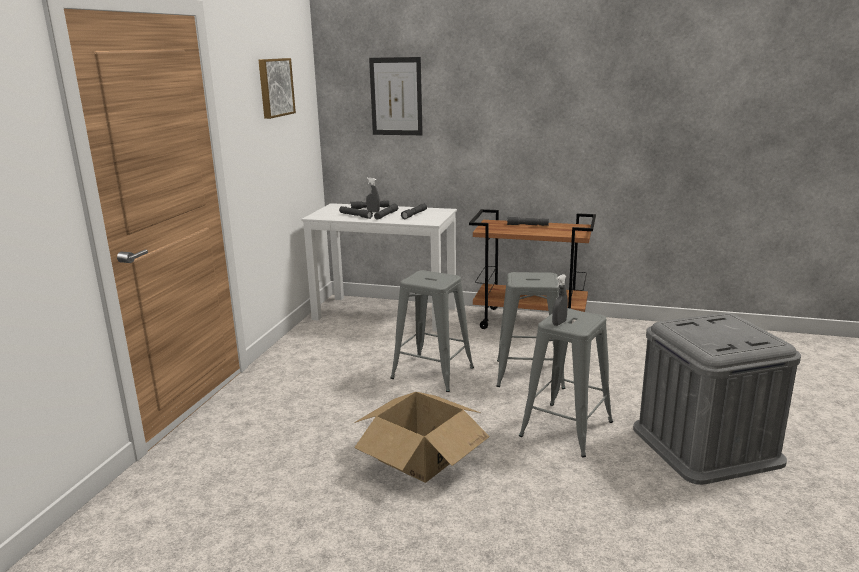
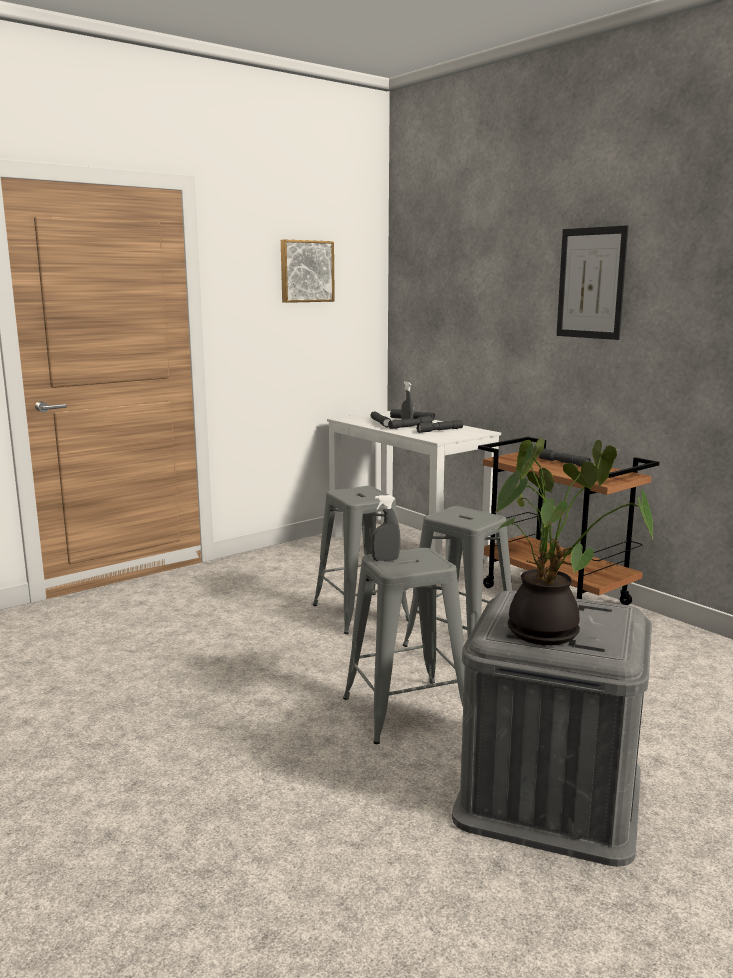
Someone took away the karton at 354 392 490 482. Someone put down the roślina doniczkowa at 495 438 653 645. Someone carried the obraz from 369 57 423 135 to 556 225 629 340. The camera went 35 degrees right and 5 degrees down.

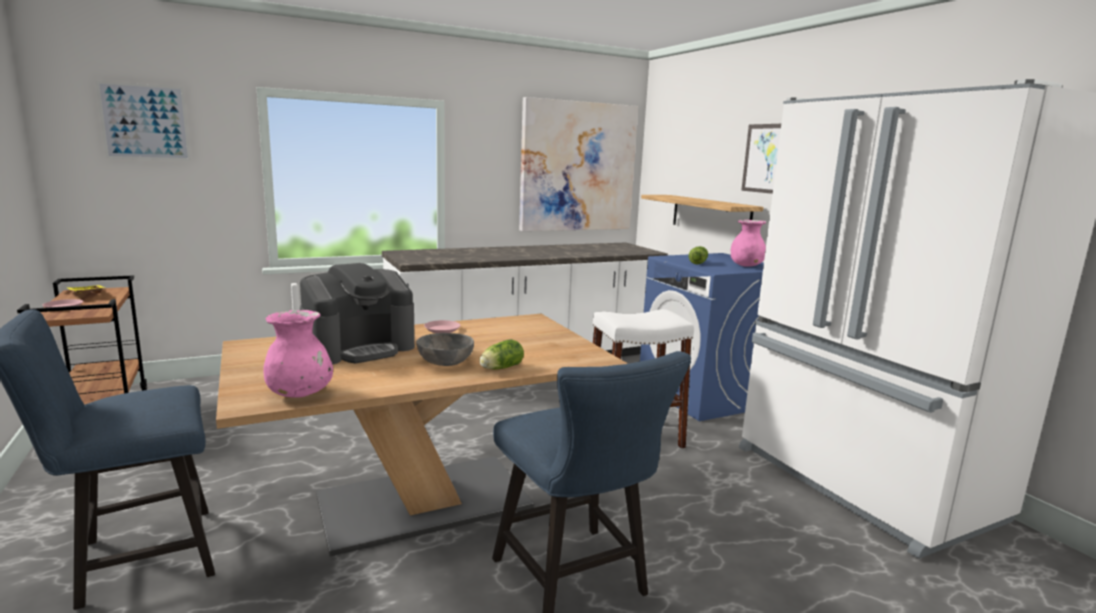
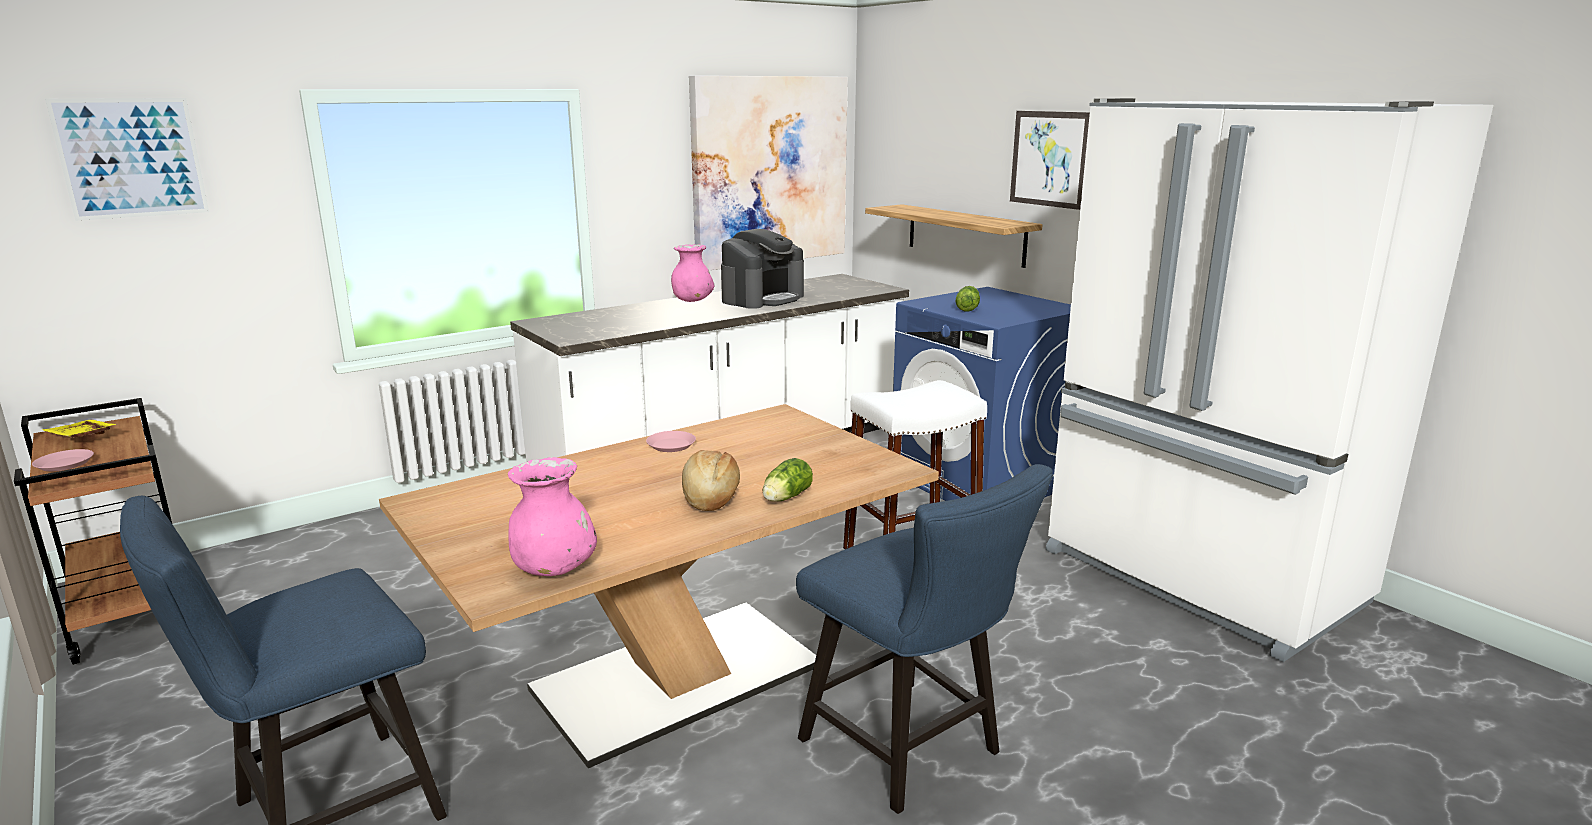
Someone carried the ekspres do kawy from 300 263 415 365 to 721 229 804 309. Someone carried the wazon (różowy) from 731 220 766 267 to 671 244 714 302. Someone swapped the miska (szary) at 416 333 474 366 for the chleb at 682 450 740 511. The camera went 10 degrees left and 5 degrees up.

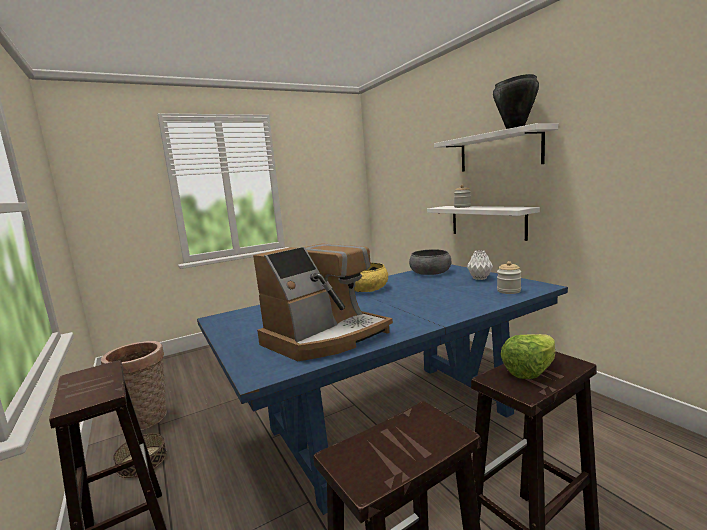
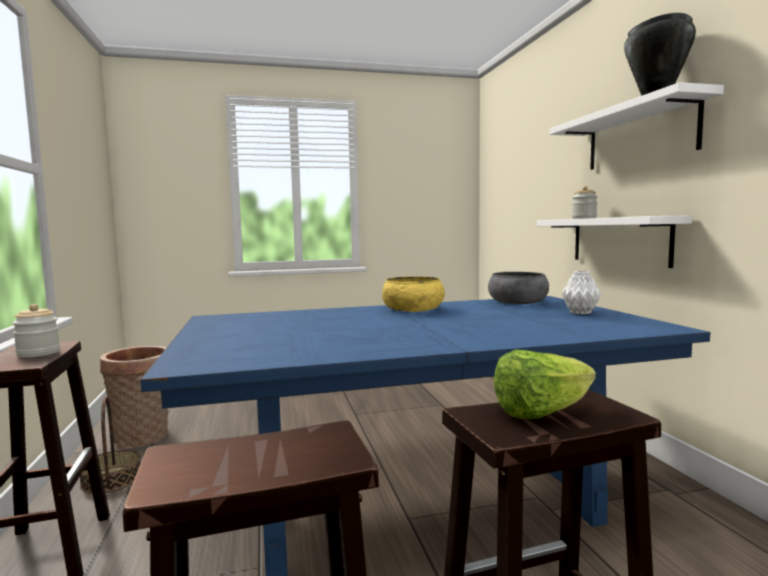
Someone took away the ekspres do kawy at 253 243 393 361. Someone carried the słoik from 497 261 521 294 to 12 304 60 357. The camera went 15 degrees right and 5 degrees down.

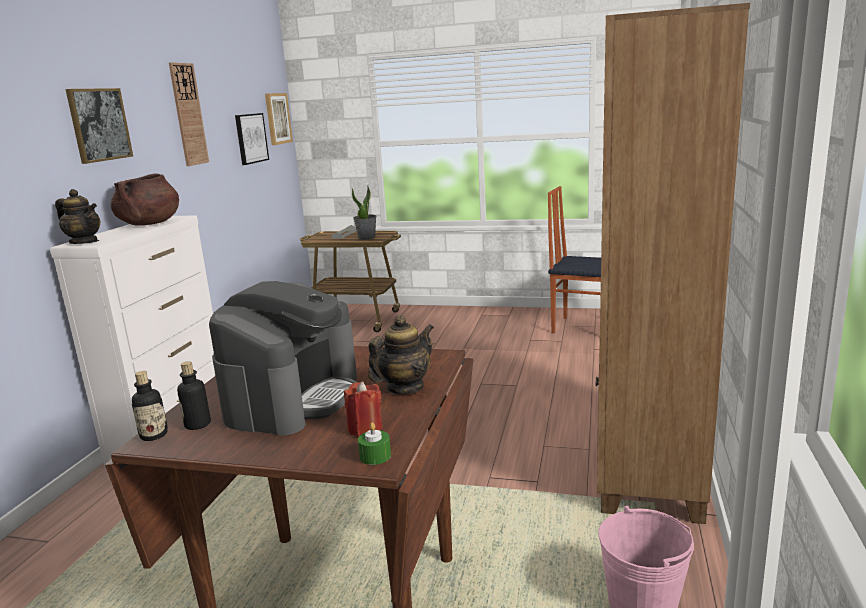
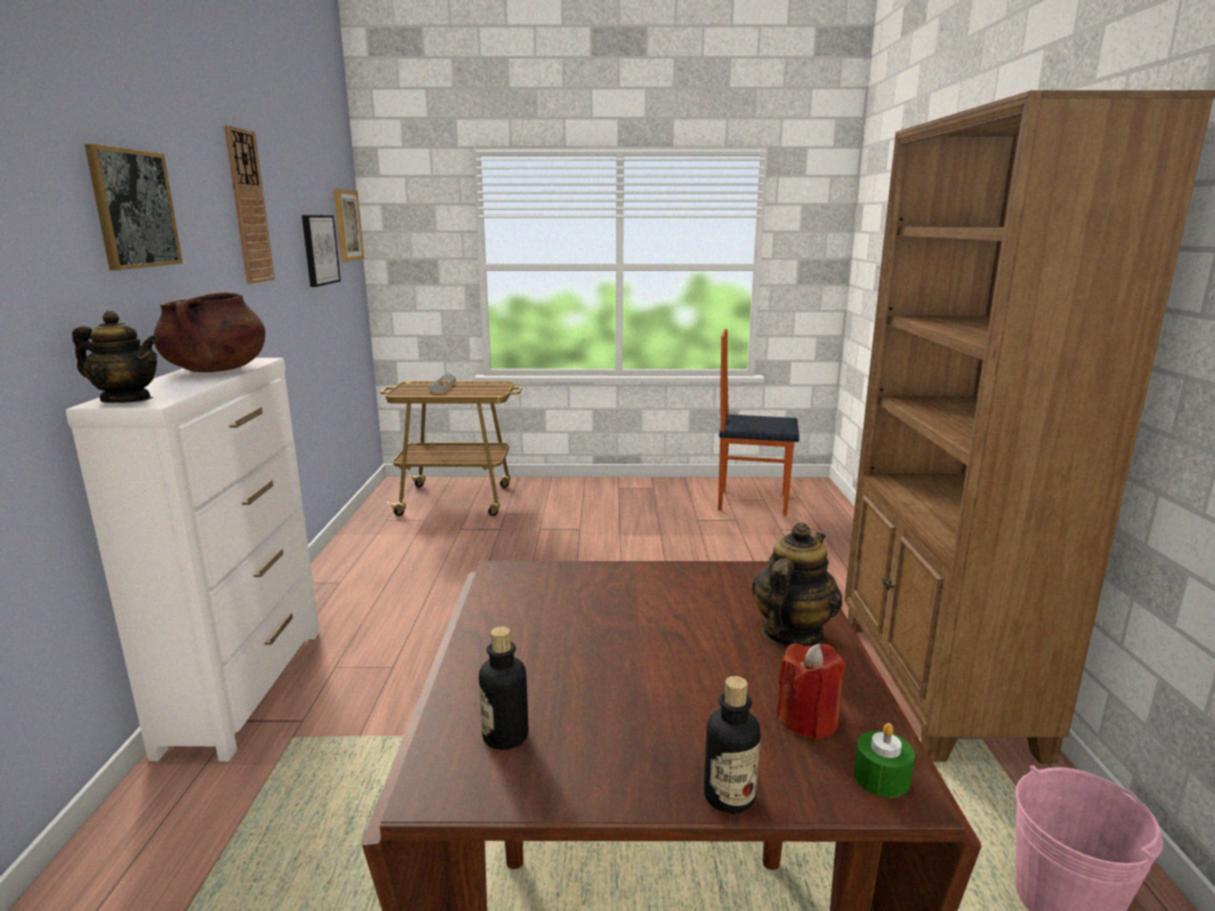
Someone took away the ekspres do kawy at 209 281 358 436. Someone took away the roślina doniczkowa at 352 186 377 240. Someone carried the butelka from 132 371 168 441 to 704 676 761 814. The camera went 15 degrees left and 0 degrees up.

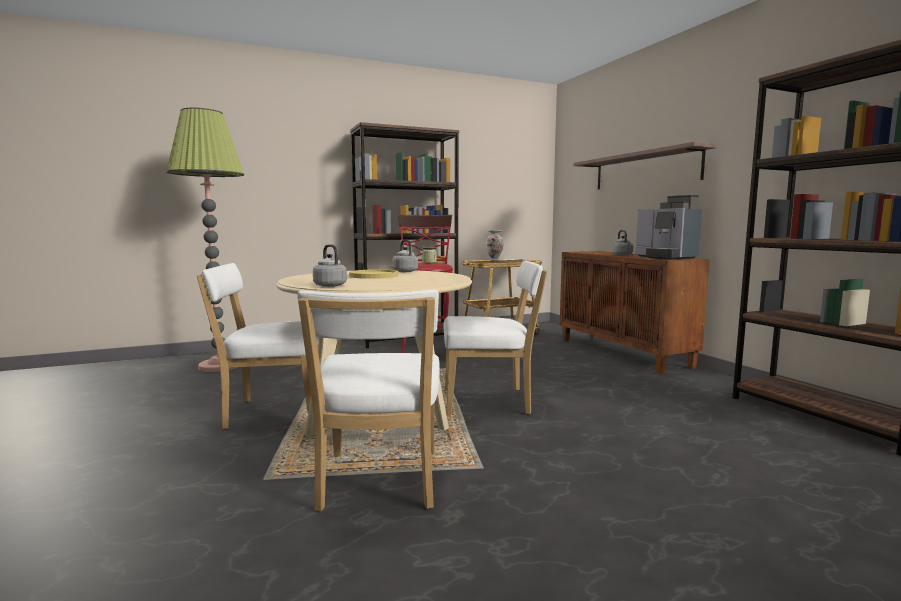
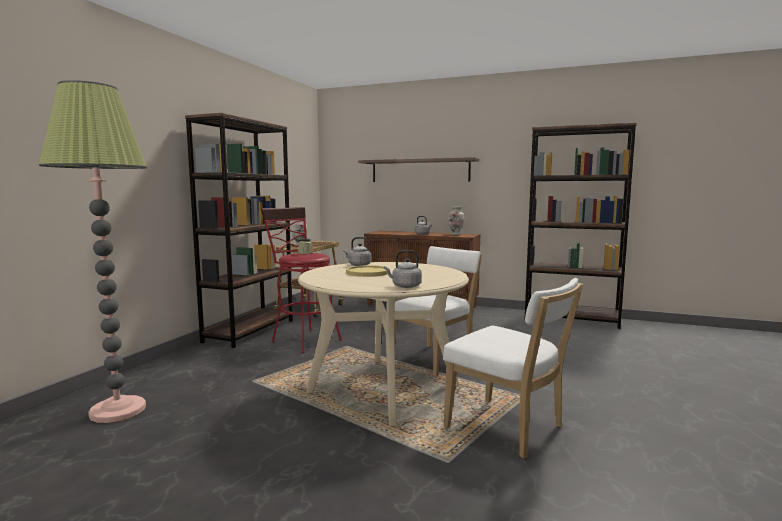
Someone took away the krzesło (biały) at 196 263 319 429. Someone swapped the ekspres do kawy at 635 195 702 260 for the wazon at 448 206 464 235. The camera went 45 degrees left and 0 degrees up.

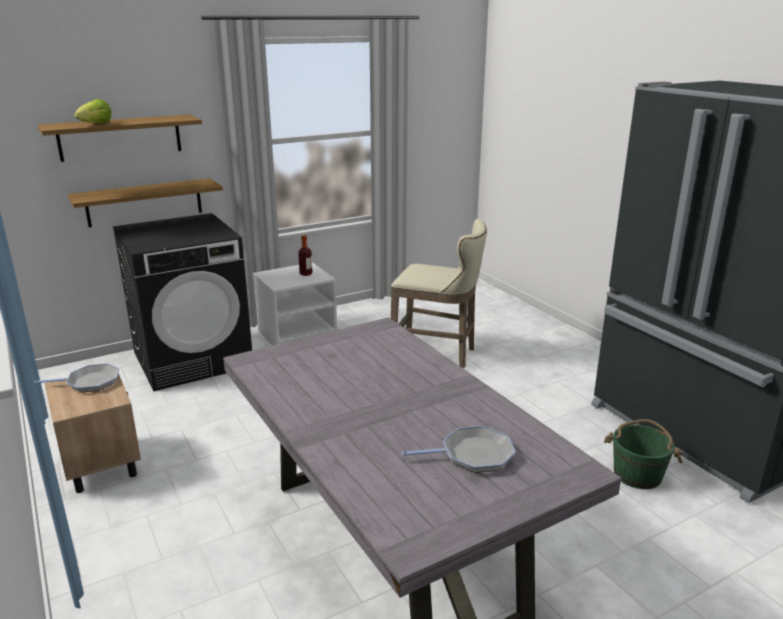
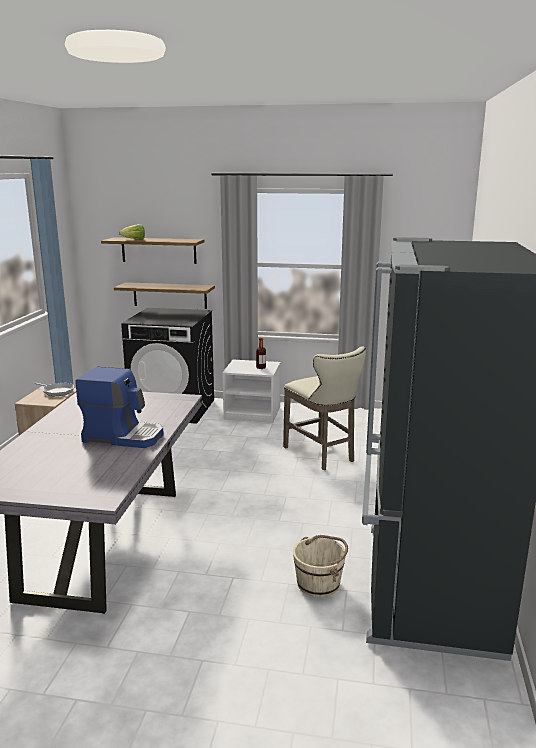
Someone took away the patelnia at 402 426 516 473. Someone put down the ekspres do kawy at 75 367 164 448. Someone repainted the wiadro (zielony) at 604 419 682 489, which became the wiadro (beżowy) at 293 535 348 597. The camera went 40 degrees right and 5 degrees down.

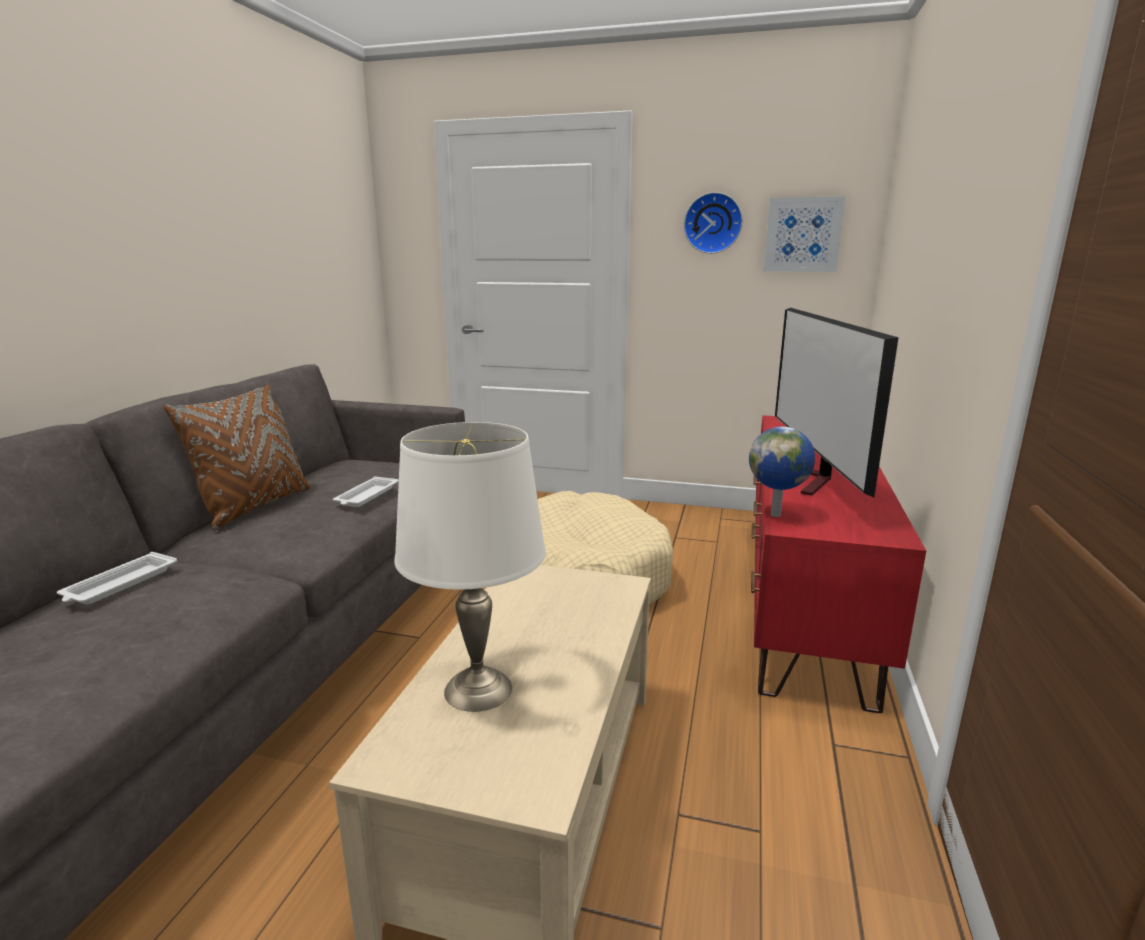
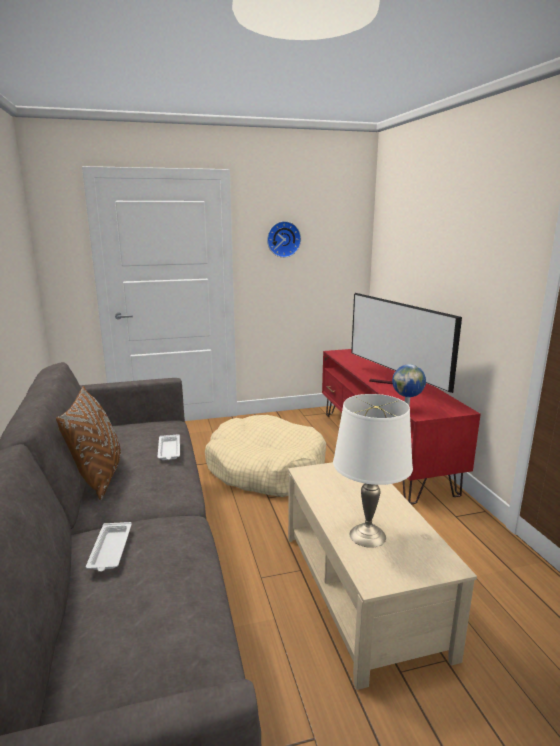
Someone took away the obraz at 764 196 845 272. The camera went 30 degrees left and 0 degrees up.

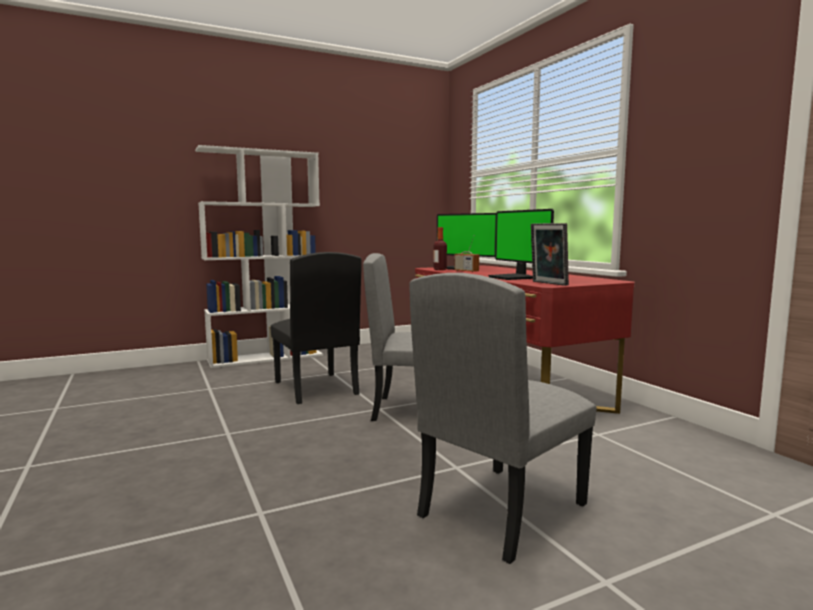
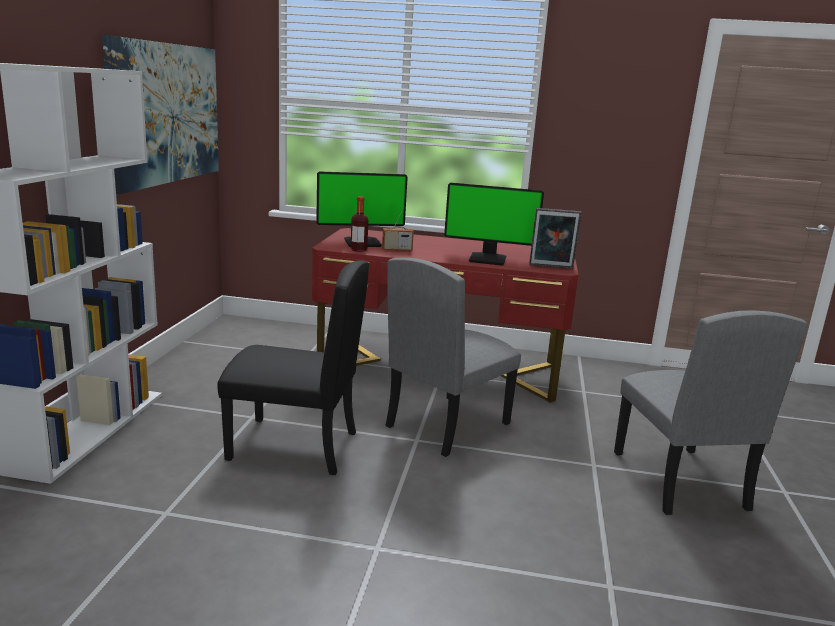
Someone put up the obraz at 102 35 219 194. The camera went 55 degrees left and 10 degrees up.

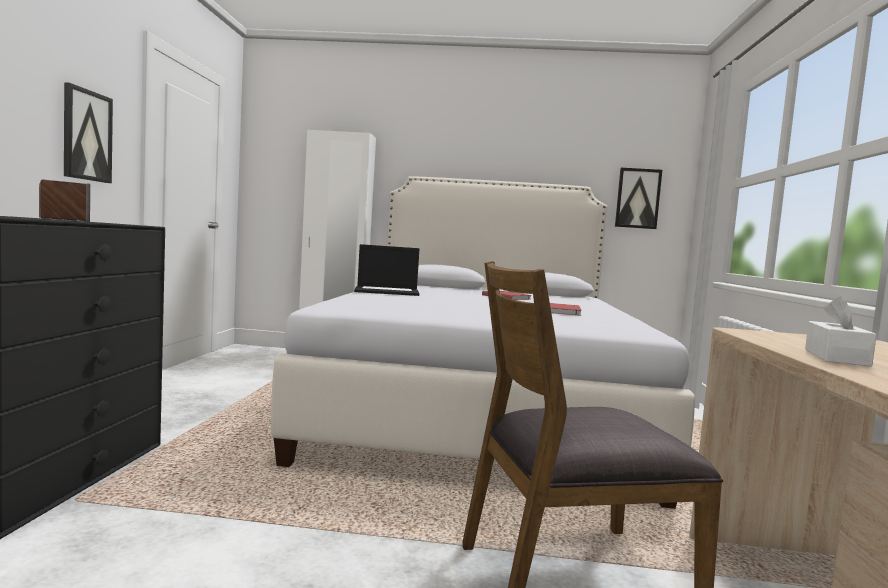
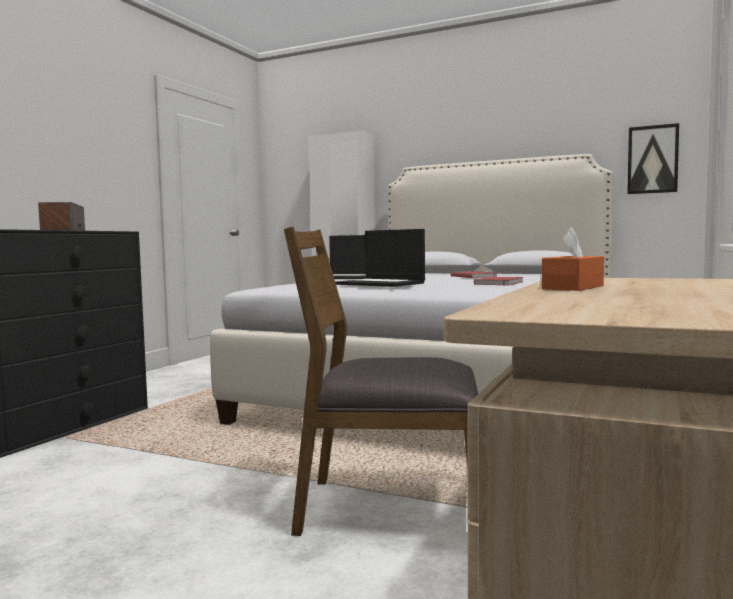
Someone took away the obraz at 64 82 113 183. Someone put down the laptop at 335 229 425 287. Someone repainted the pudełko chusteczek (biały) at 805 296 877 367, which became the pudełko chusteczek (pomarańczowy) at 542 227 604 291. The camera went 20 degrees right and 0 degrees up.

